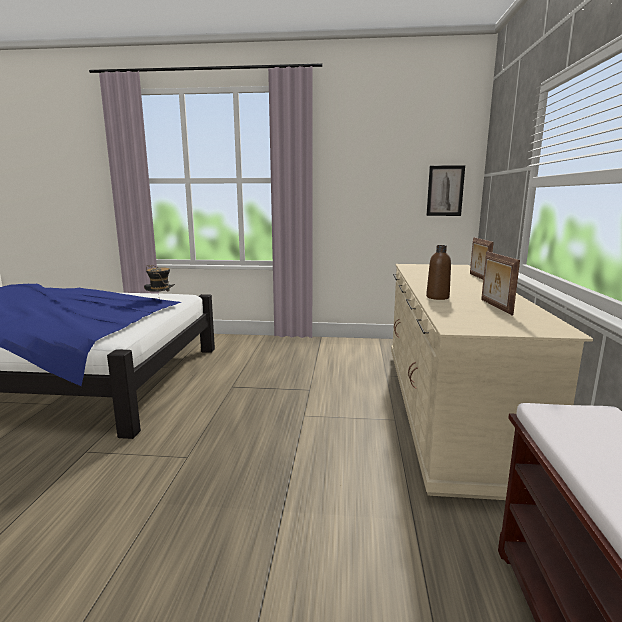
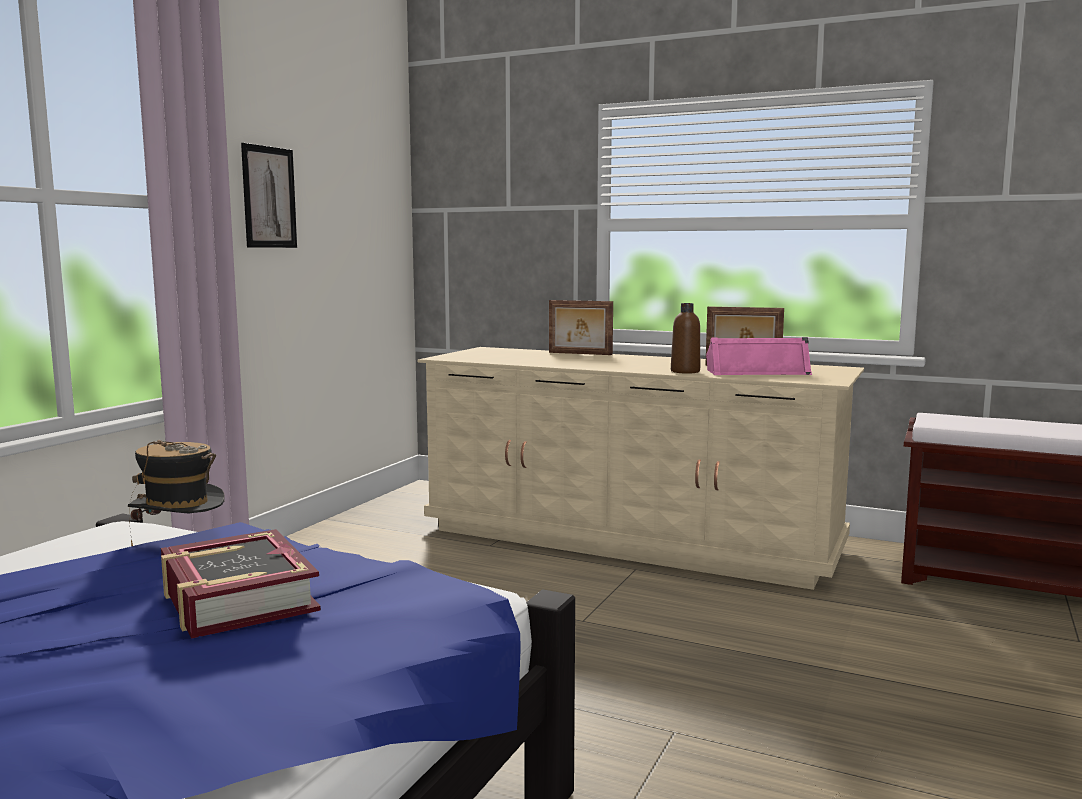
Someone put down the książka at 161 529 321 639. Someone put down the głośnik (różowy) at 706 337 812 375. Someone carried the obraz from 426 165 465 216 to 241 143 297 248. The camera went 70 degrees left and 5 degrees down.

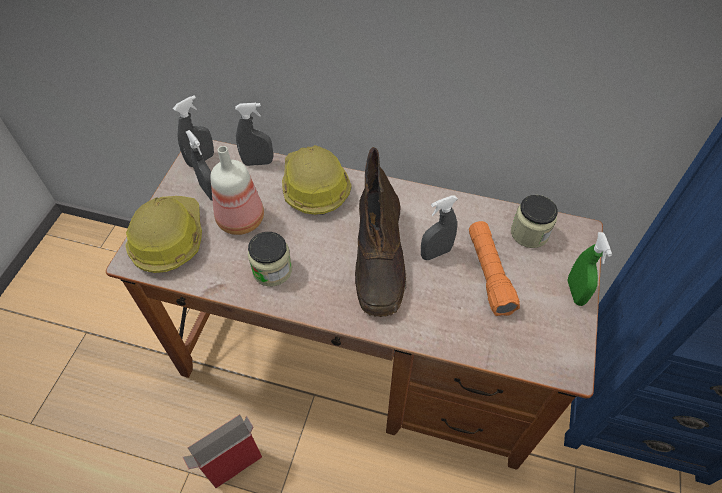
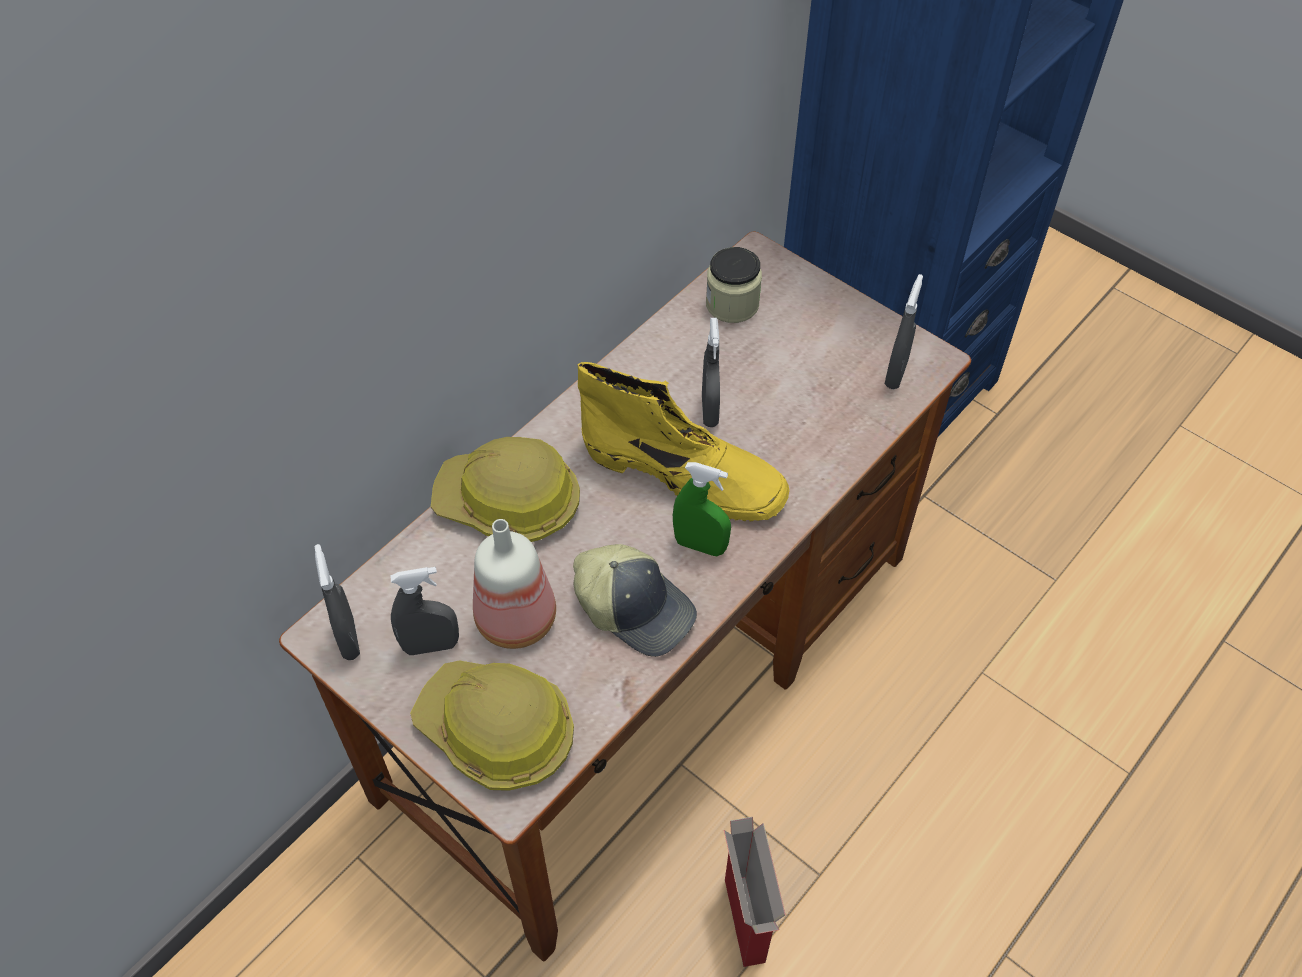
Someone took away the latarka (pomarańczowy) at 469 221 520 316. Someone carried the spryskiwacz (szary) from 235 103 273 166 to 885 274 923 389. Someone carried the spryskiwacz (zielony) from 568 232 612 306 to 673 462 731 556. Someone swapped the słoik at 248 232 292 287 for the czapka z daszkiem at 573 544 697 657. Someone repainted the but z cholewką (brązowy) at 355 147 406 317, which became the but z cholewką (żółty) at 578 362 790 522. The camera went 65 degrees left and 0 degrees up.

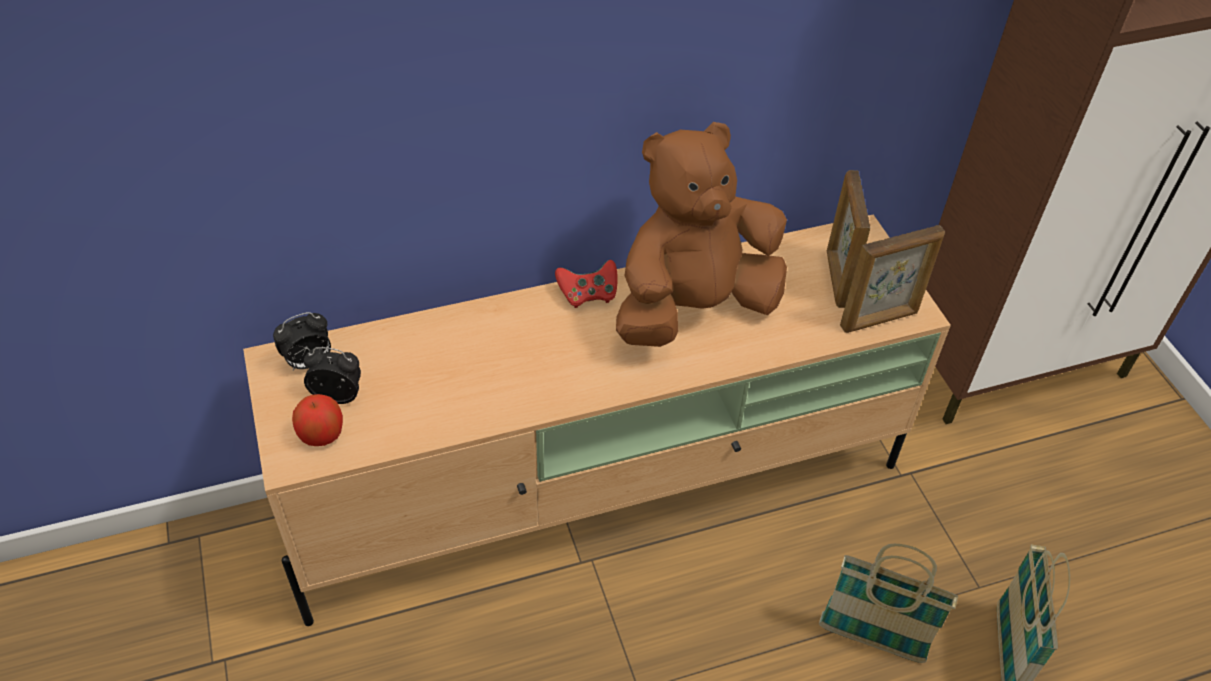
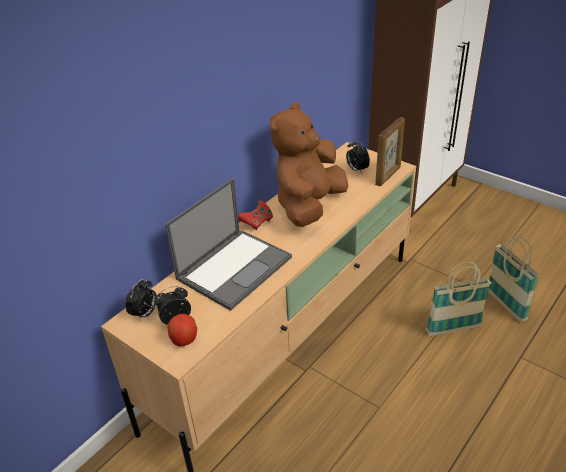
Someone put down the laptop at 165 178 292 311. Someone swapped the ramka na zdjęcie at 827 170 870 308 for the budzik at 346 140 370 174. The camera went 30 degrees left and 10 degrees down.

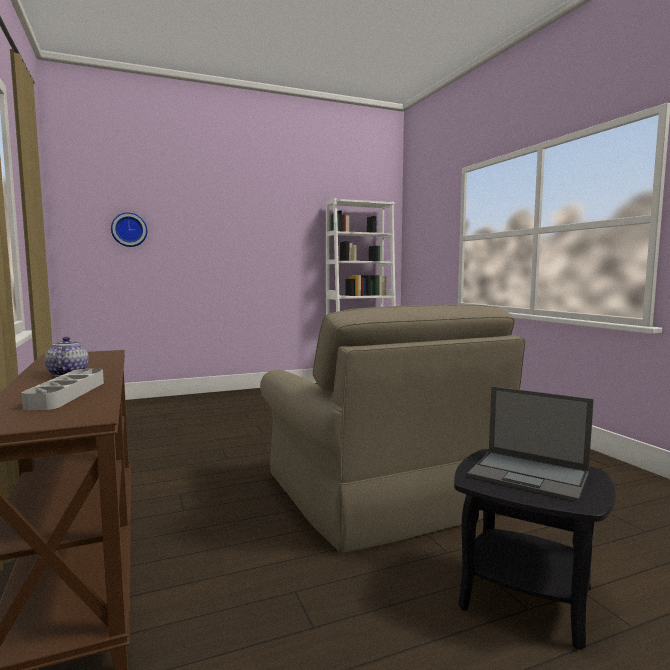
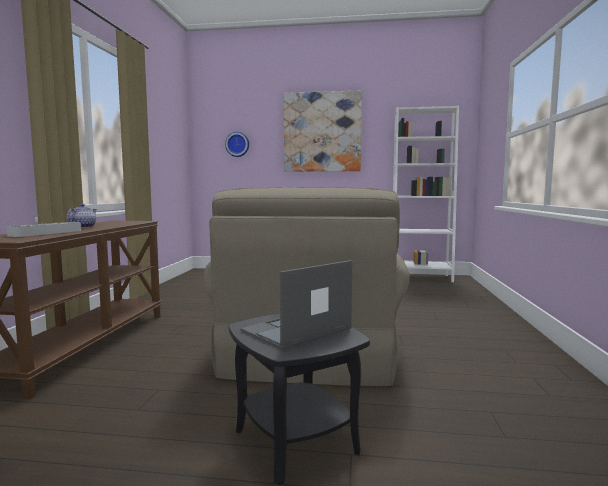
Someone put up the obraz at 284 90 362 172. Someone rotated the laptop at 467 386 594 502 by 75 degrees clockwise. The camera went 30 degrees right and 0 degrees up.

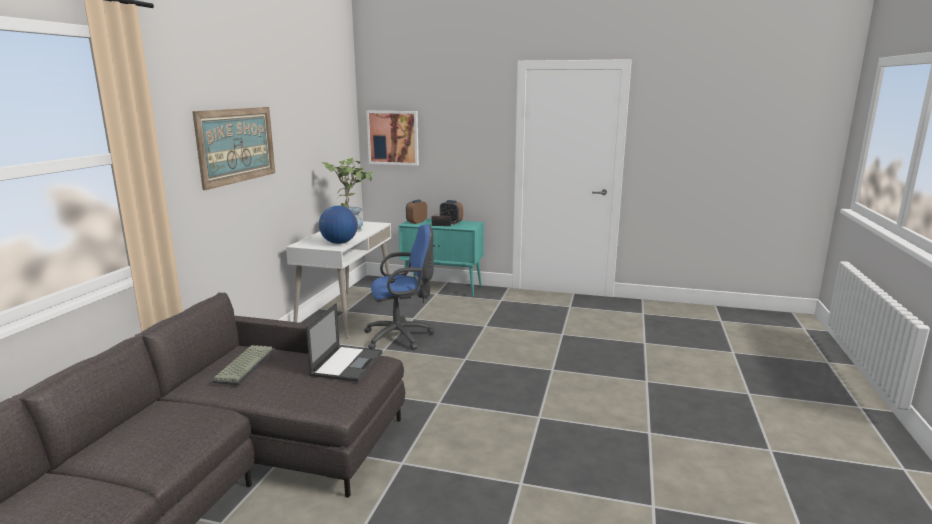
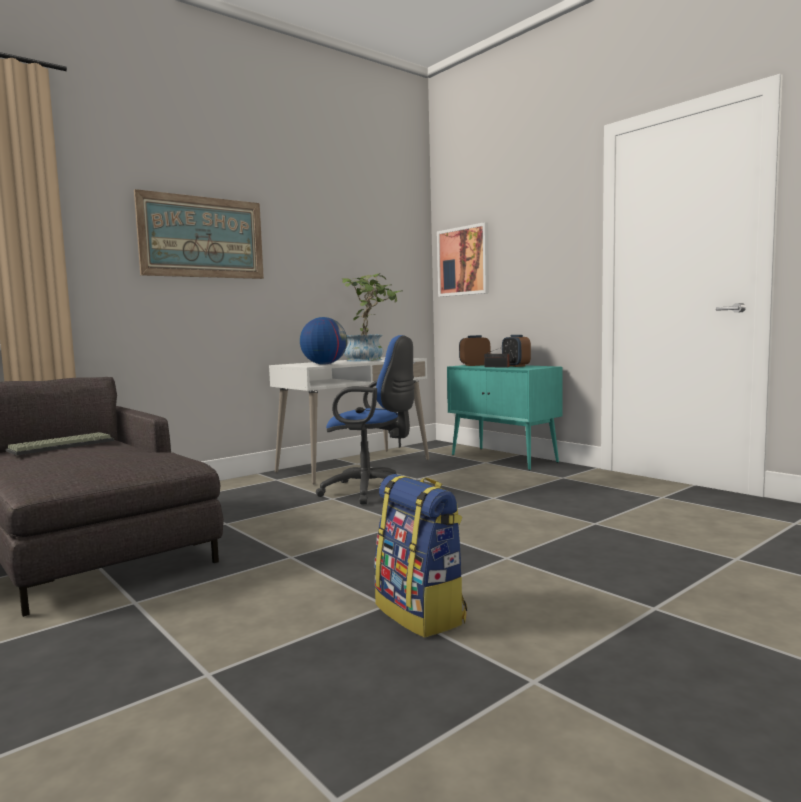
Someone took away the laptop at 306 303 382 382. Someone put down the plecak at 374 474 467 638. The camera went 35 degrees right and 10 degrees down.

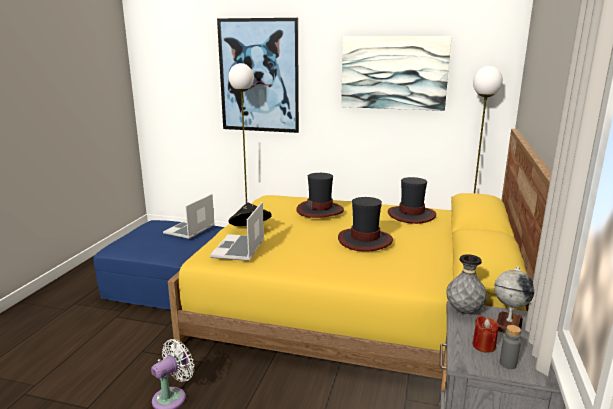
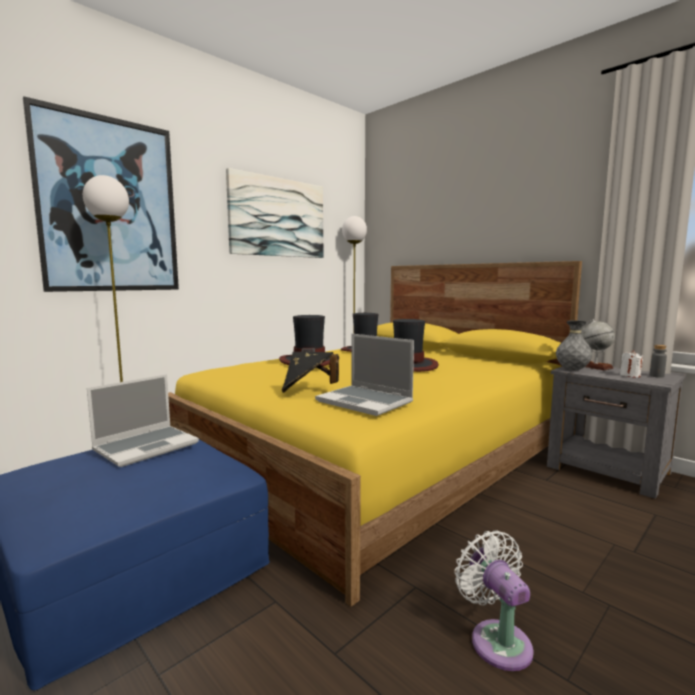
Someone repainted the świeca (czerwony) at 473 315 499 353, which became the świeca (biały) at 620 350 643 378. Someone rotated the laptop at 163 194 215 239 by 105 degrees counterclockwise. The camera went 60 degrees left and 10 degrees down.

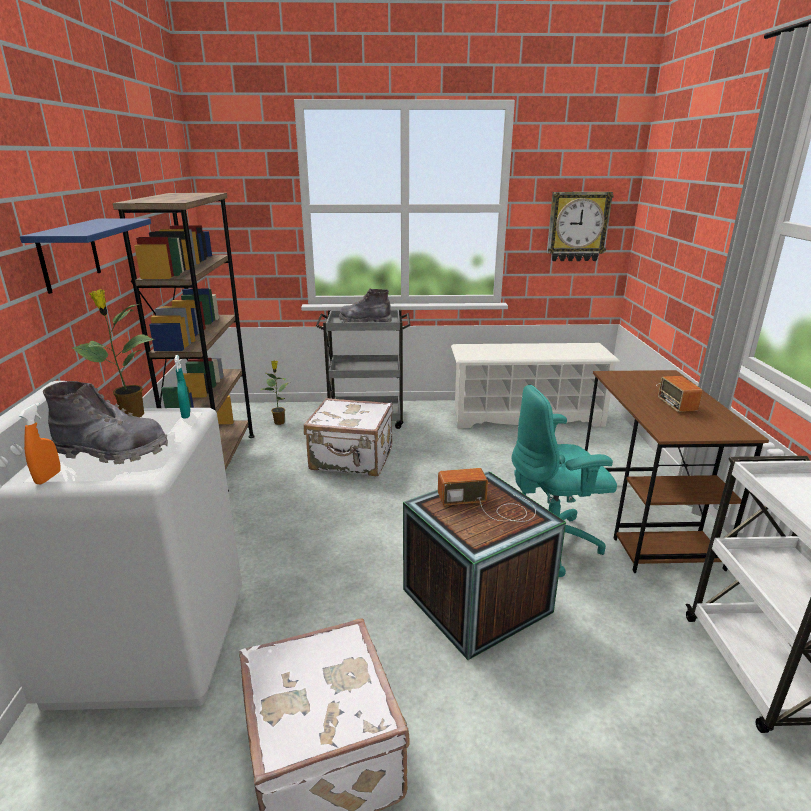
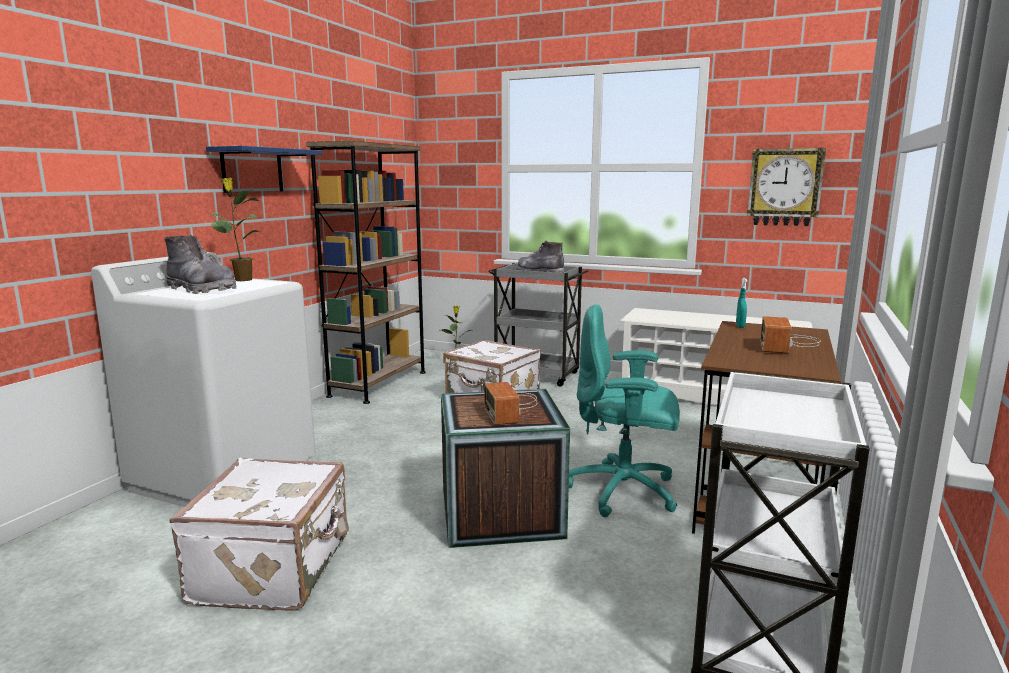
Someone took away the spryskiwacz (pomarańczowy) at 19 403 61 485. Someone carried the spryskiwacz (turkusowy) from 174 355 190 419 to 736 278 747 328. Someone rotated the radio at 438 468 536 522 by 120 degrees counterclockwise. The camera went 25 degrees right and 10 degrees down.

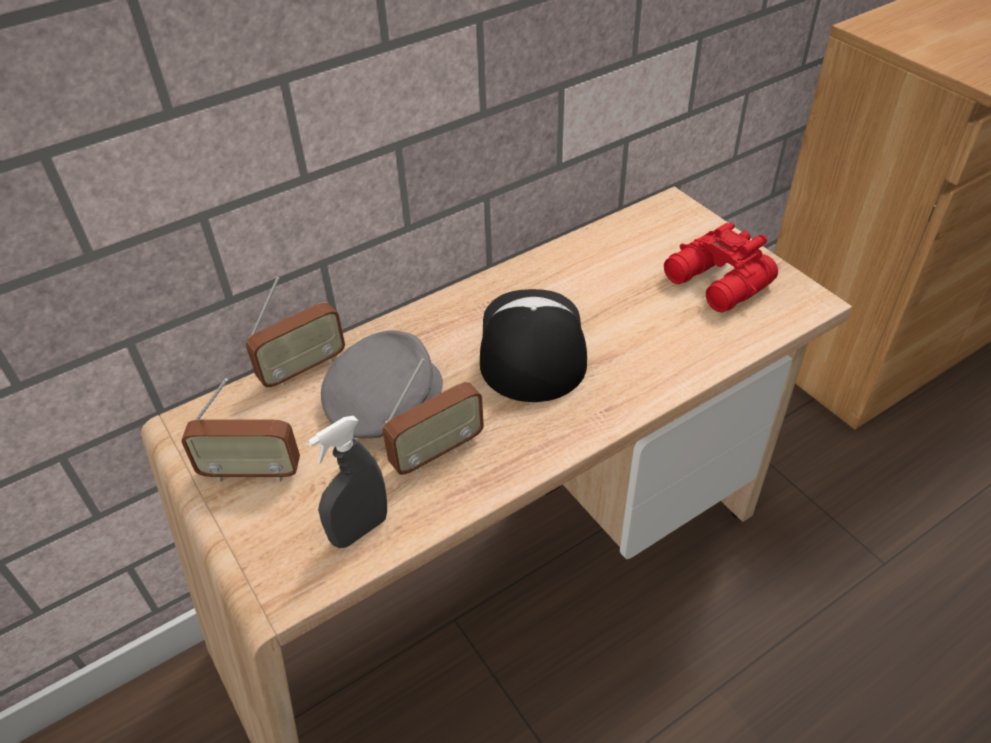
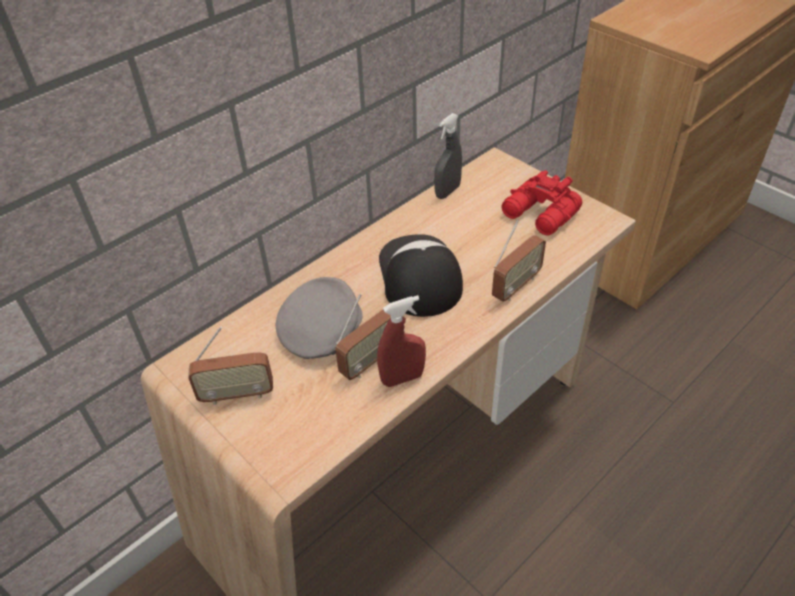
Someone put down the spryskiwacz (czerwony) at 377 295 426 387. Someone carried the radio from 246 277 345 388 to 492 220 546 302. Someone carried the spryskiwacz (szary) from 307 416 387 548 to 434 113 462 199. The camera went 10 degrees left and 0 degrees up.

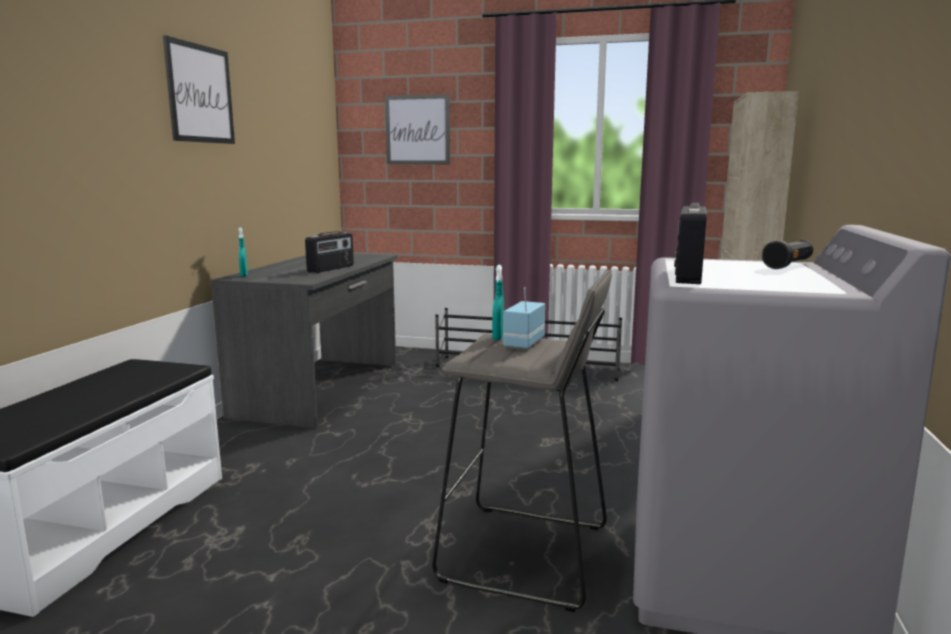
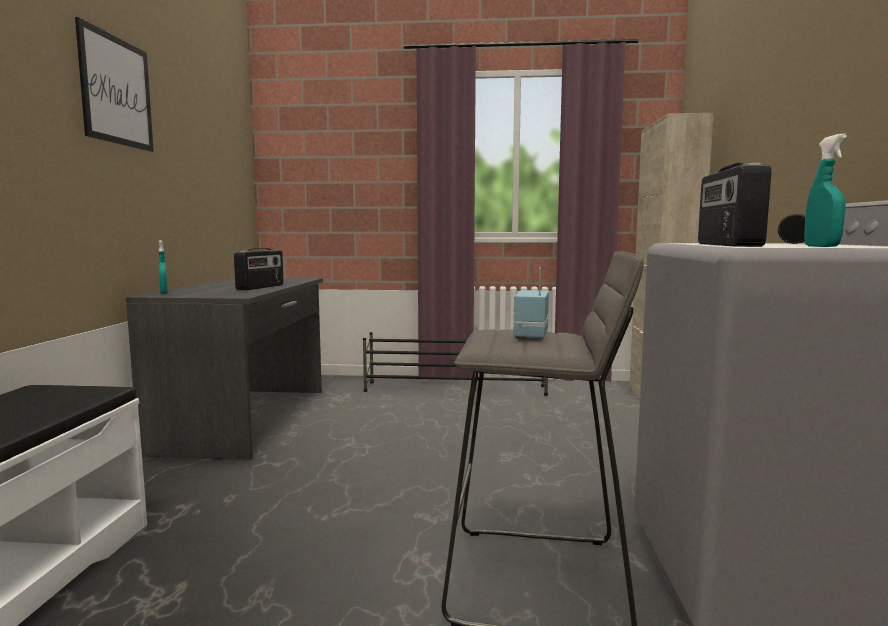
Someone took away the obraz at 385 94 450 164. Someone carried the spryskiwacz (turkusowy) from 492 265 504 340 to 804 133 847 247. The camera went 10 degrees left and 5 degrees down.

